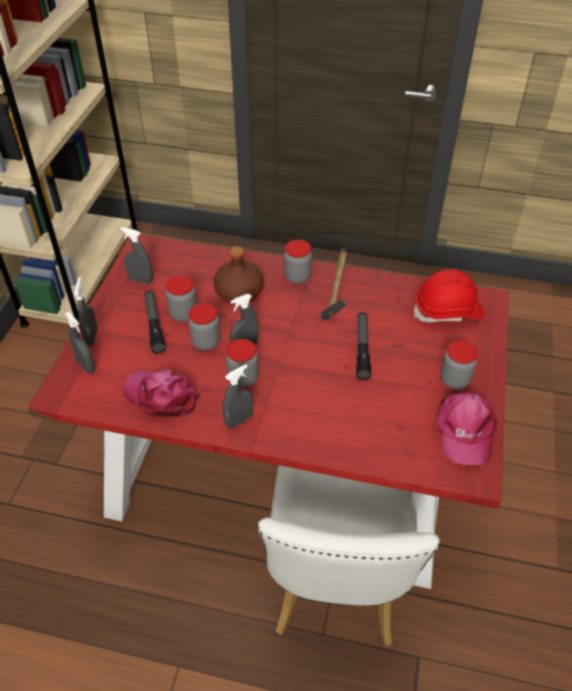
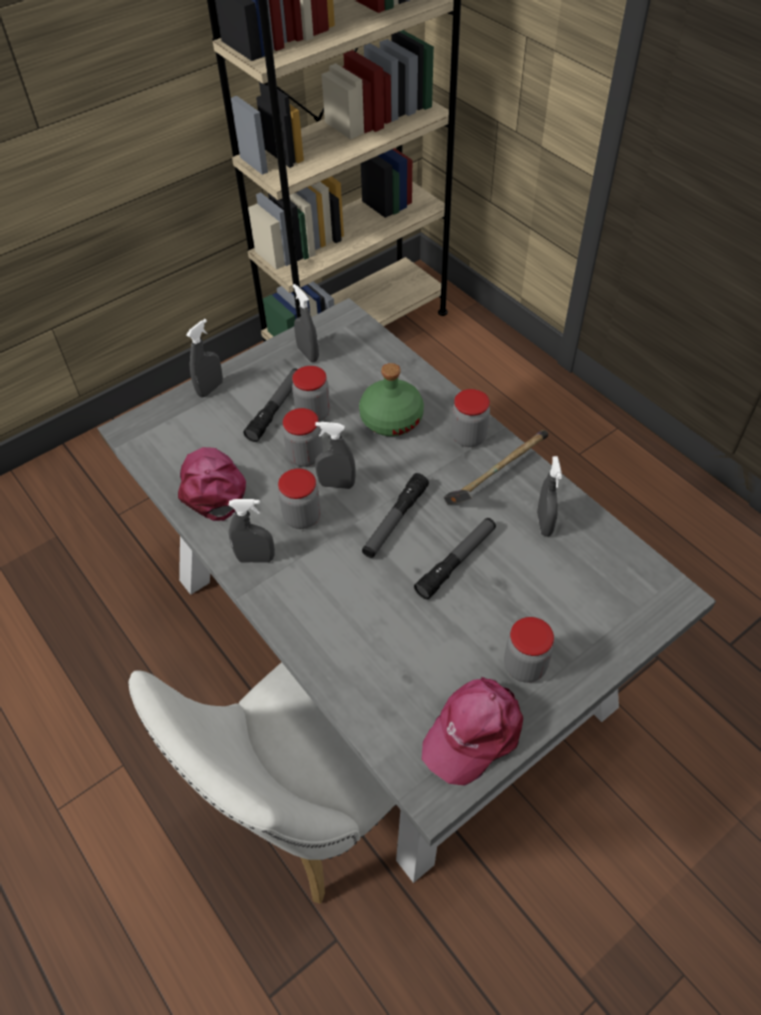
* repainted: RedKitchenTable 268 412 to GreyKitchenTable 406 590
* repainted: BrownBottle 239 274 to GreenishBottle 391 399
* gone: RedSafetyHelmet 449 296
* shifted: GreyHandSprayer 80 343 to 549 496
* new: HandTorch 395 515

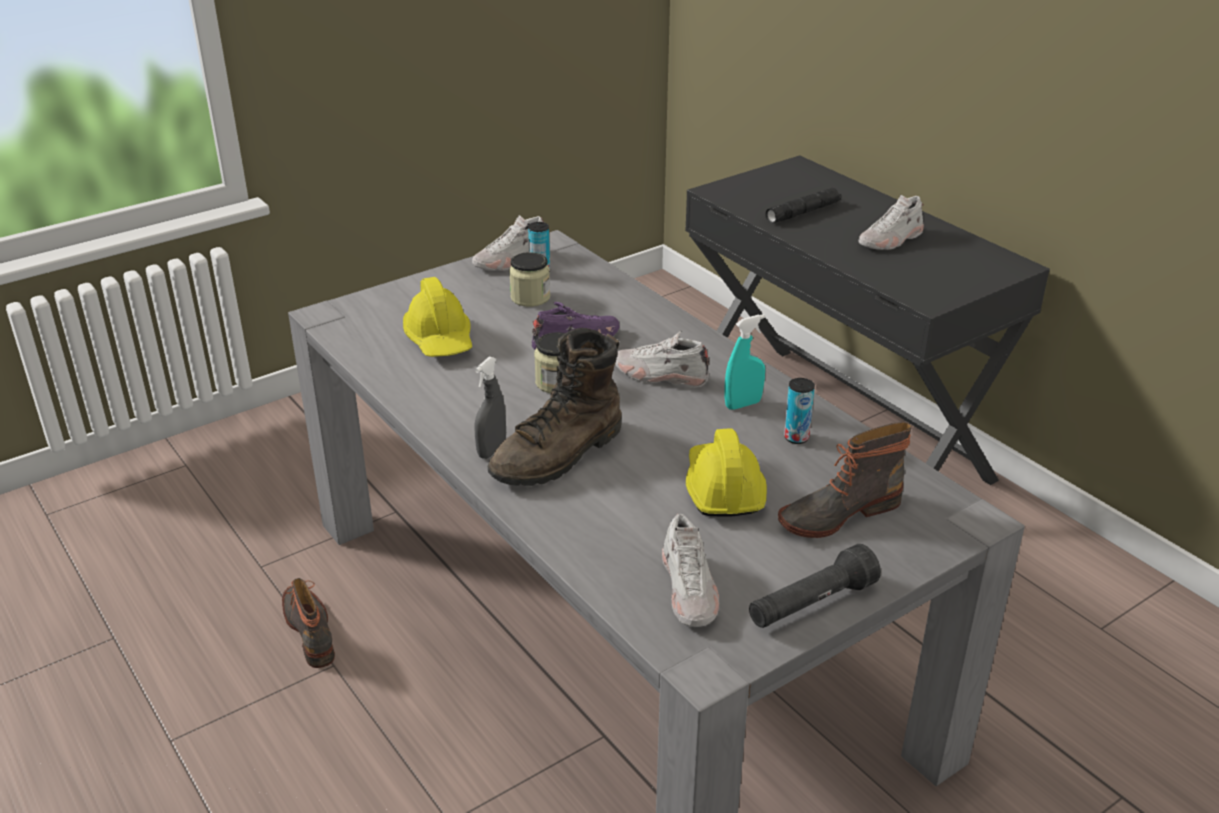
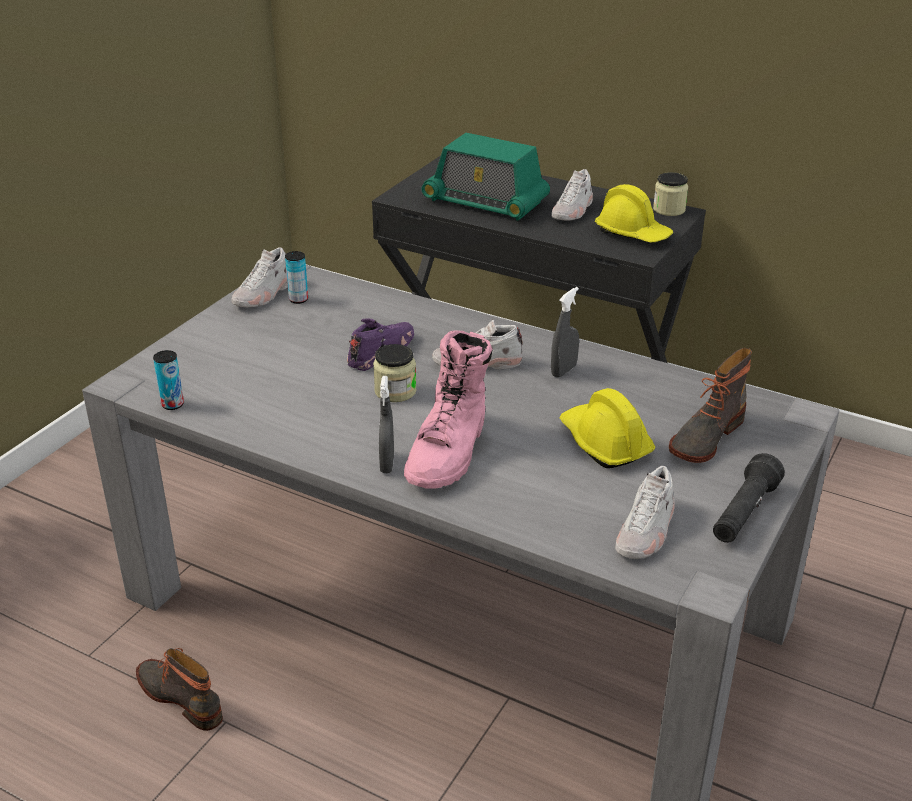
* swapped: BlackishHandTorch 803 206 to RadioReceiver 486 177
* shifted: StorageJar 529 279 to 670 194
* shifted: YellowishSafetyHelmet 437 317 to 634 213
* repainted: BlueGreenHandSprayer 745 362 to GreyHandSprayer 565 332
* repainted: BrownHighTopBoot 554 407 to PinkHighTopBoot 448 409
* shifted: SealedCan 799 411 to 168 380
* rotated: WhiteShoe 690 570 = 645 512 60 degrees clockwise

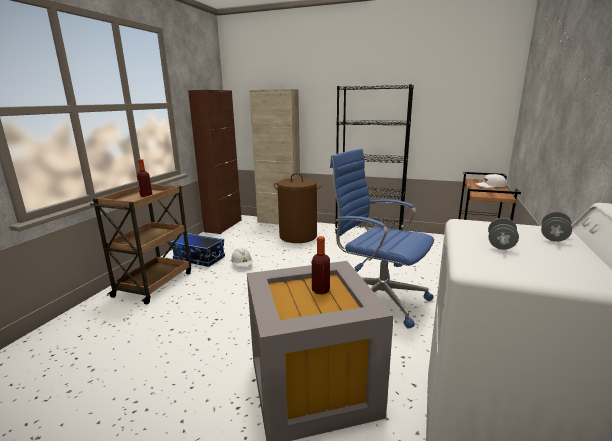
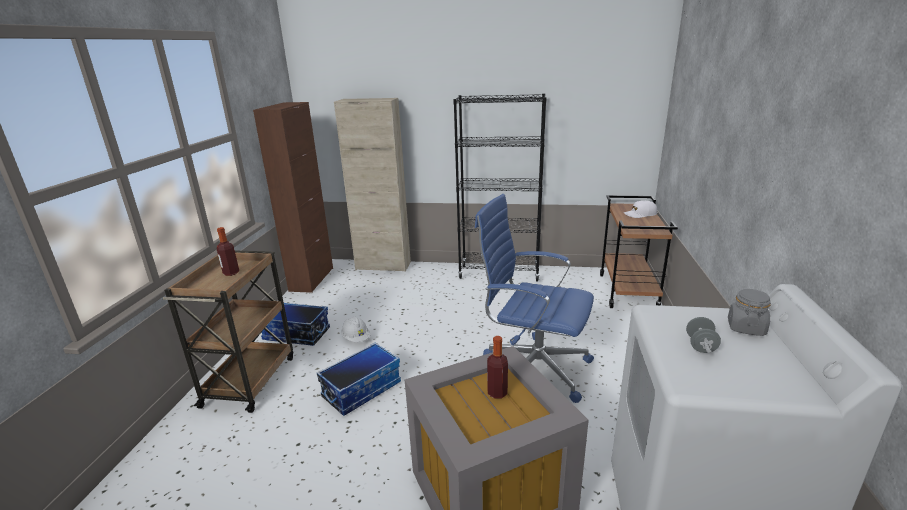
* gone: BrownLaundryBasket 297 208
* swapped: GreyDumbbell 556 227 to GreyStorageJar 749 312
* new: StorageBin 359 379

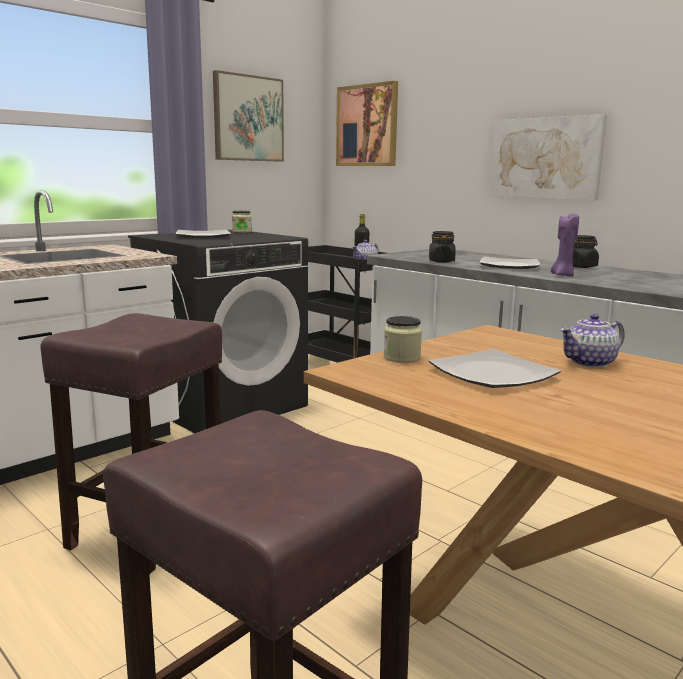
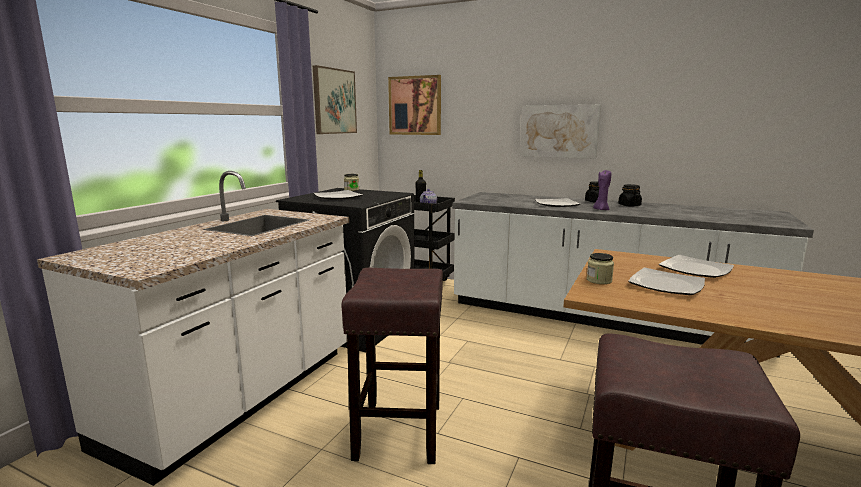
* shifted: BlackishStorageJar 442 247 to 630 195
* swapped: Teapot 592 341 to DinnerPlate 696 266

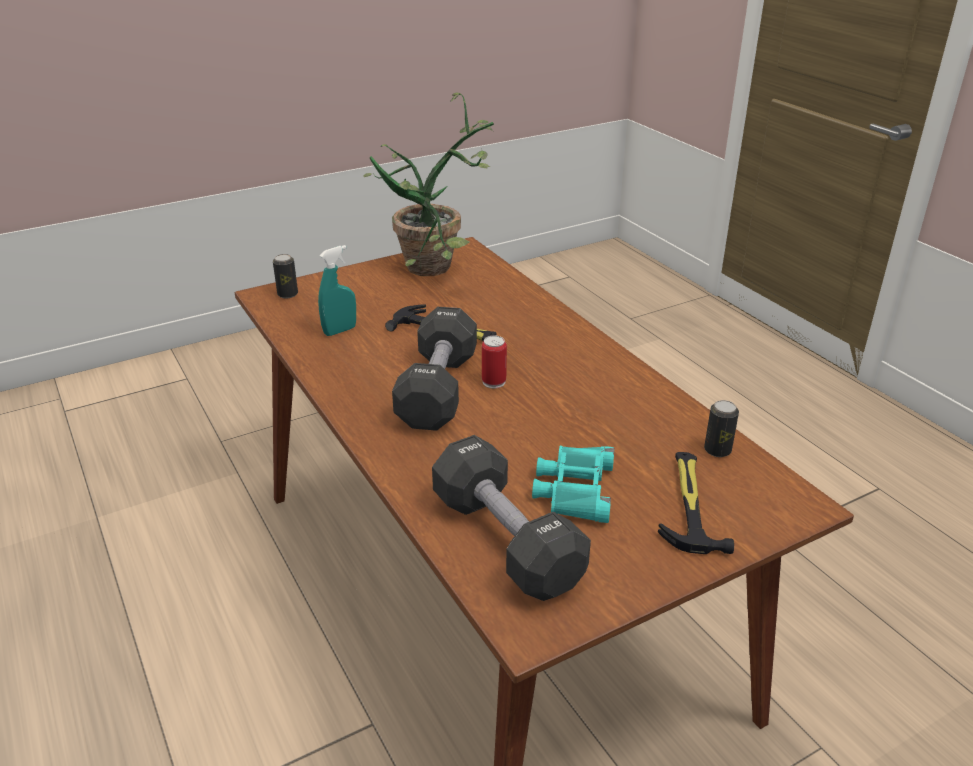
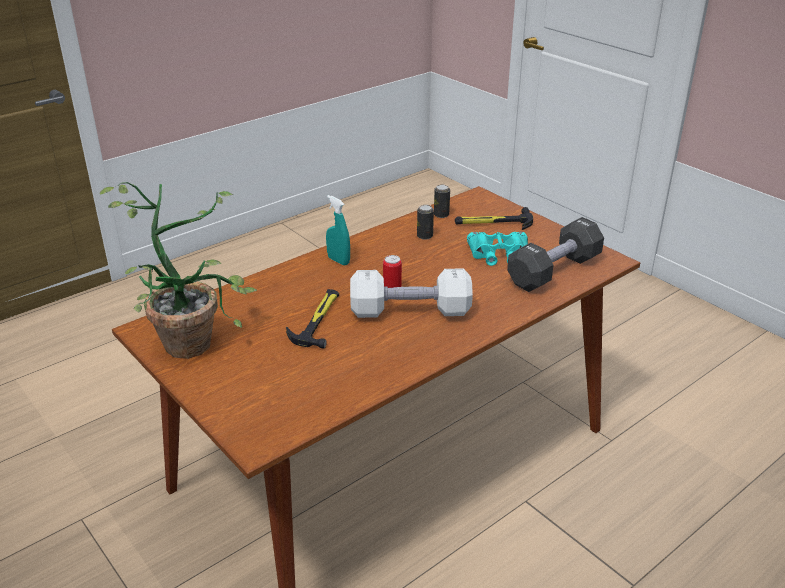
* shifted: BlueGreenHandSprayer 337 290 to 338 230
* shifted: SealedCan 285 276 to 425 222
* repainted: BlackishDumbbell 434 369 to WhiteDumbbell 411 293

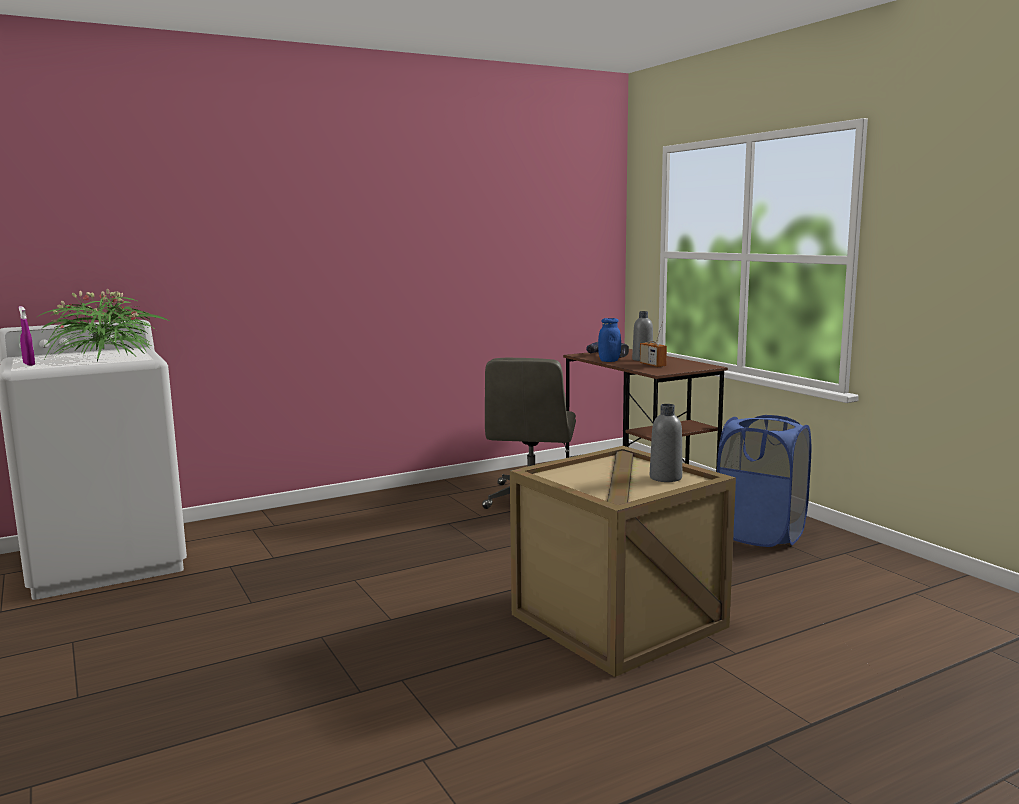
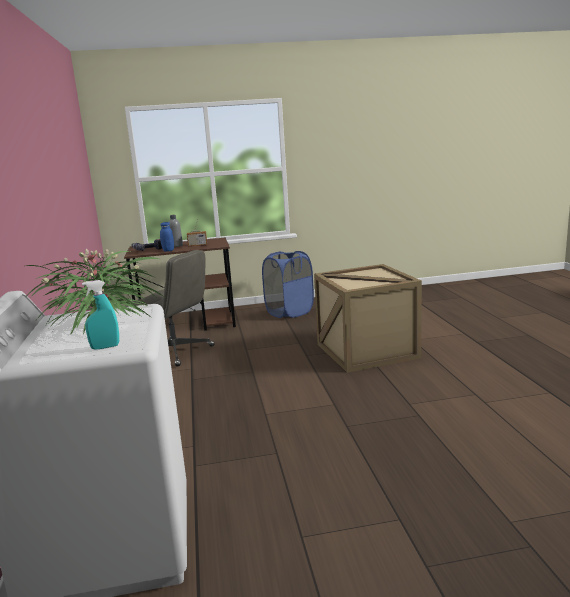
* repainted: PurpleColouredHandSprayer 26 336 to BlueGreenHandSprayer 100 315
* gone: GreyBottle 666 443

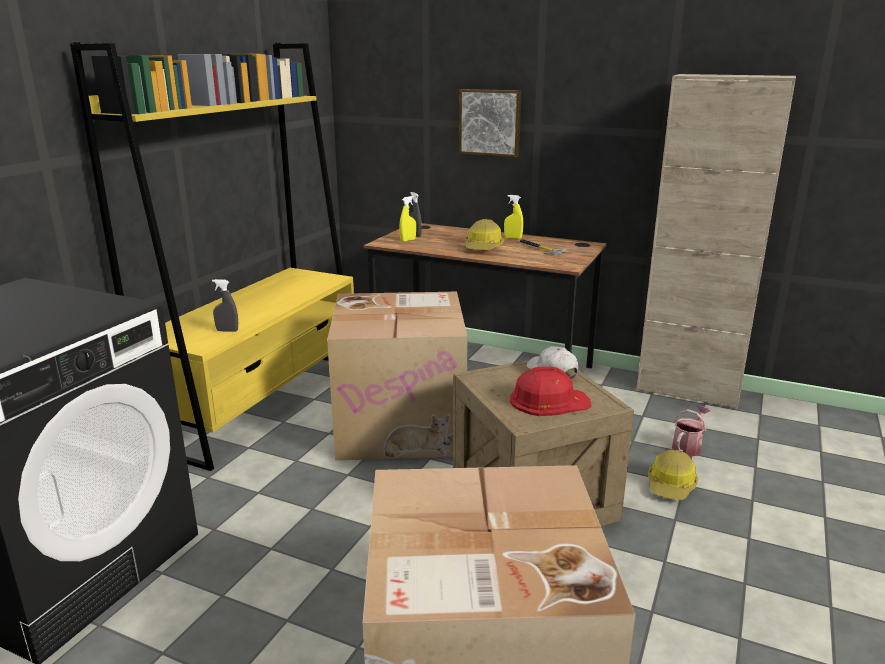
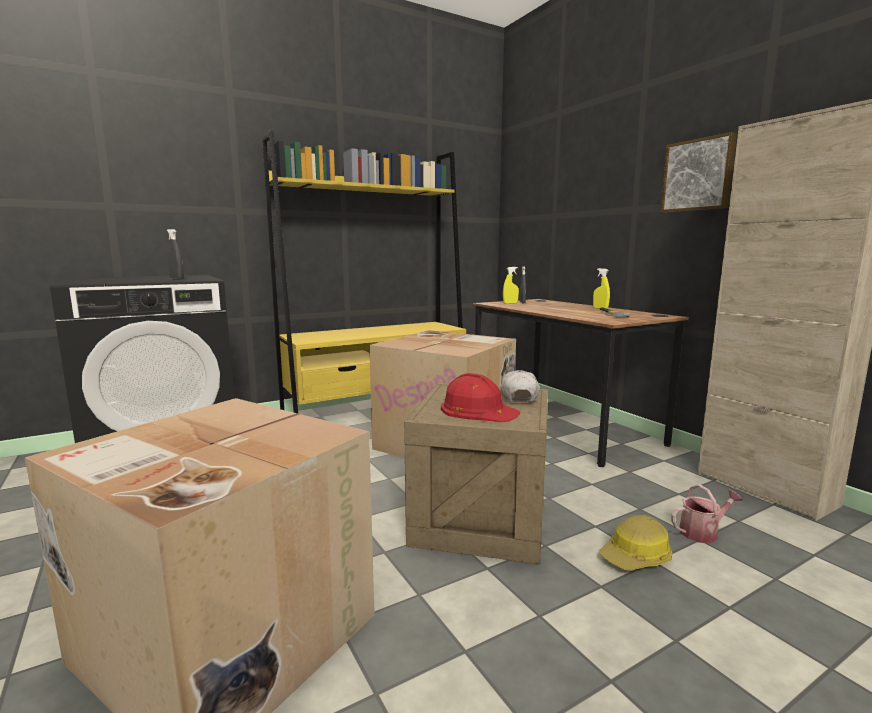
* shifted: WallArt 490 123 to 699 172
* gone: SafetyHelmet 484 234
* shifted: GreyHandSprayer 225 305 to 175 254

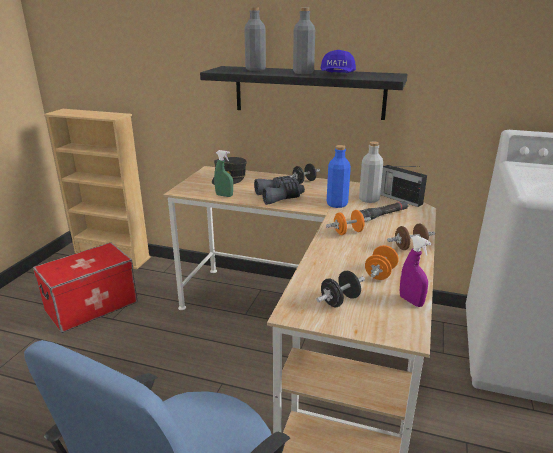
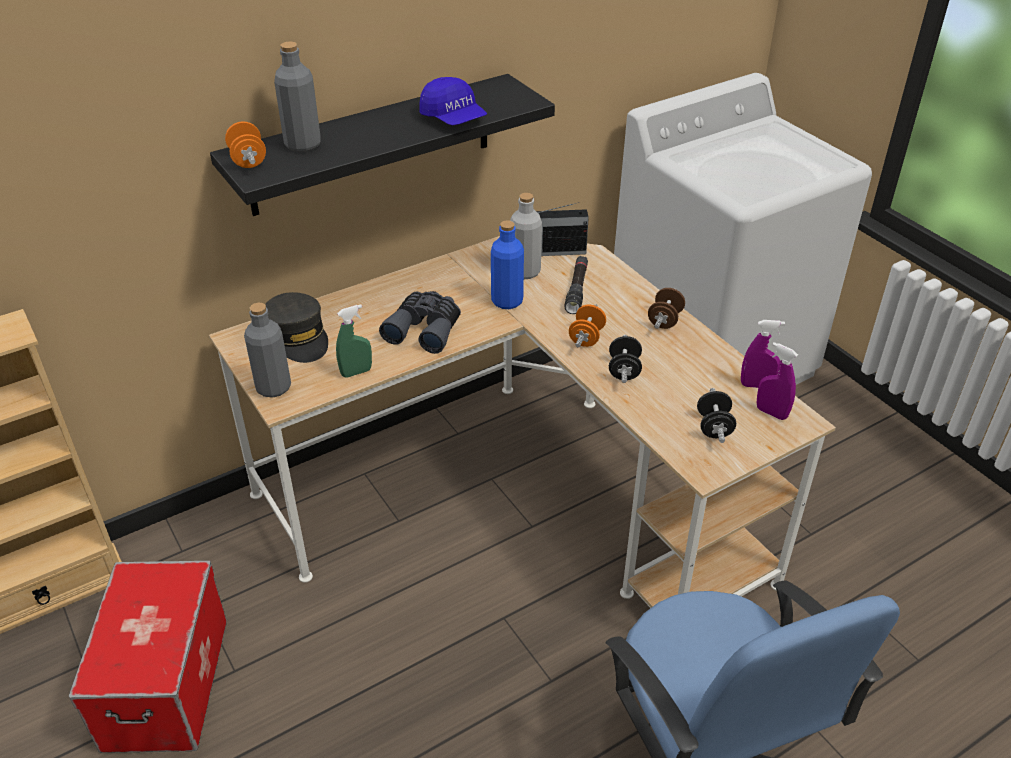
* shifted: GreyBottle 304 41 to 267 350
* shifted: BlackishDumbbell 305 174 to 625 359
* shifted: OrangeDumbbell 382 262 to 245 144
* new: PurpleColouredHandSprayer 777 381

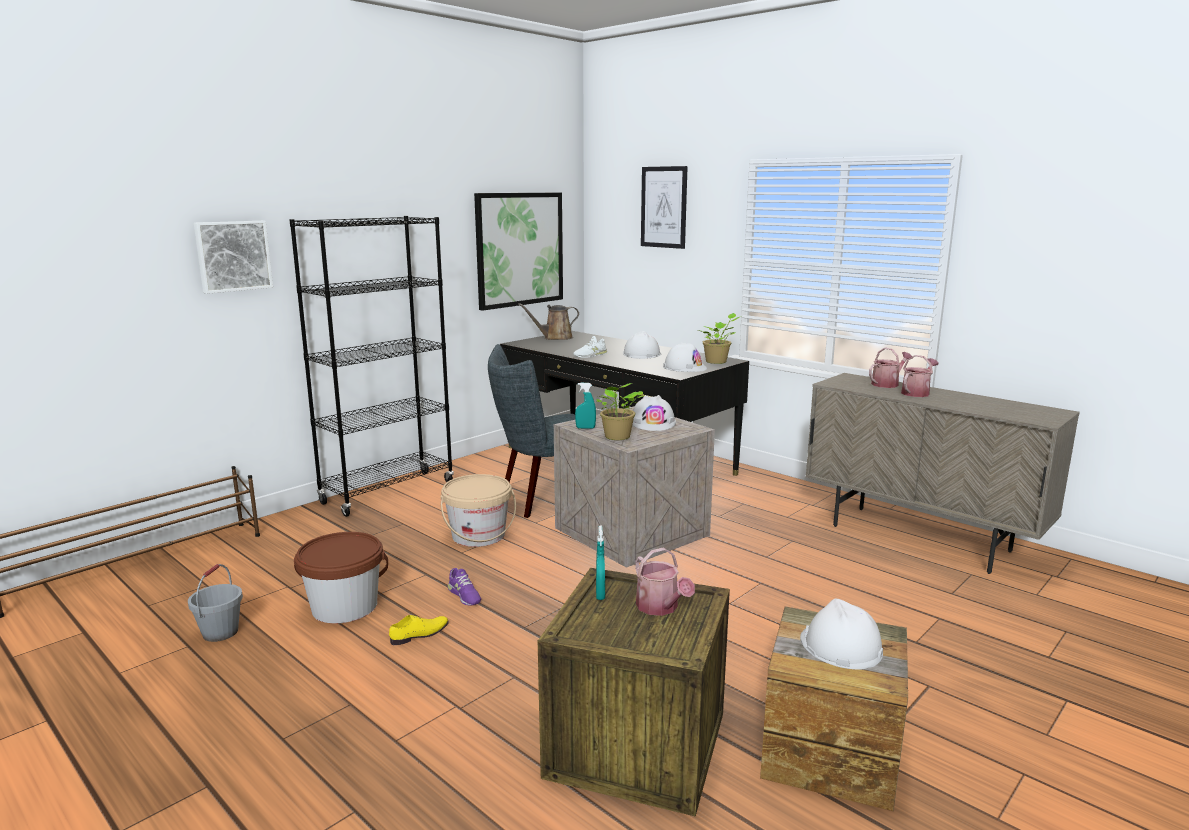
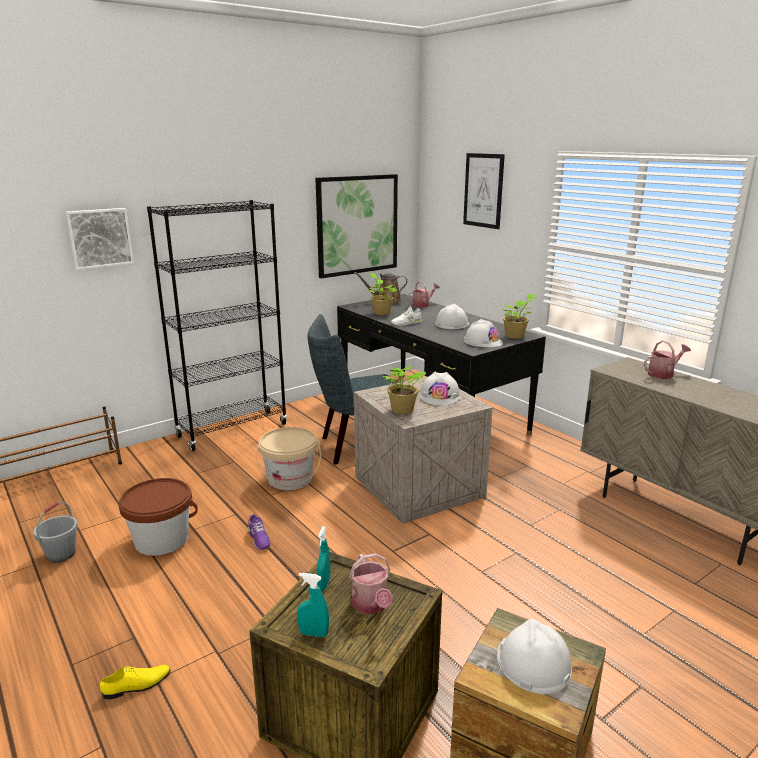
* shifted: WateringPot 920 376 to 423 294
* shifted: BlueGreenHandSprayer 585 406 to 313 605
* shifted: YellowishShoe 419 630 to 135 682
* new: PottedPlant 383 294

